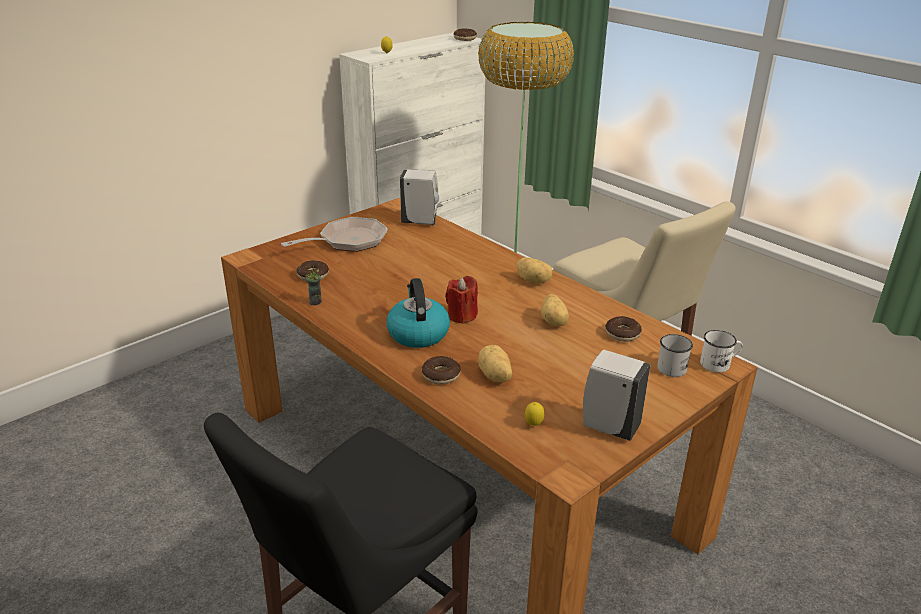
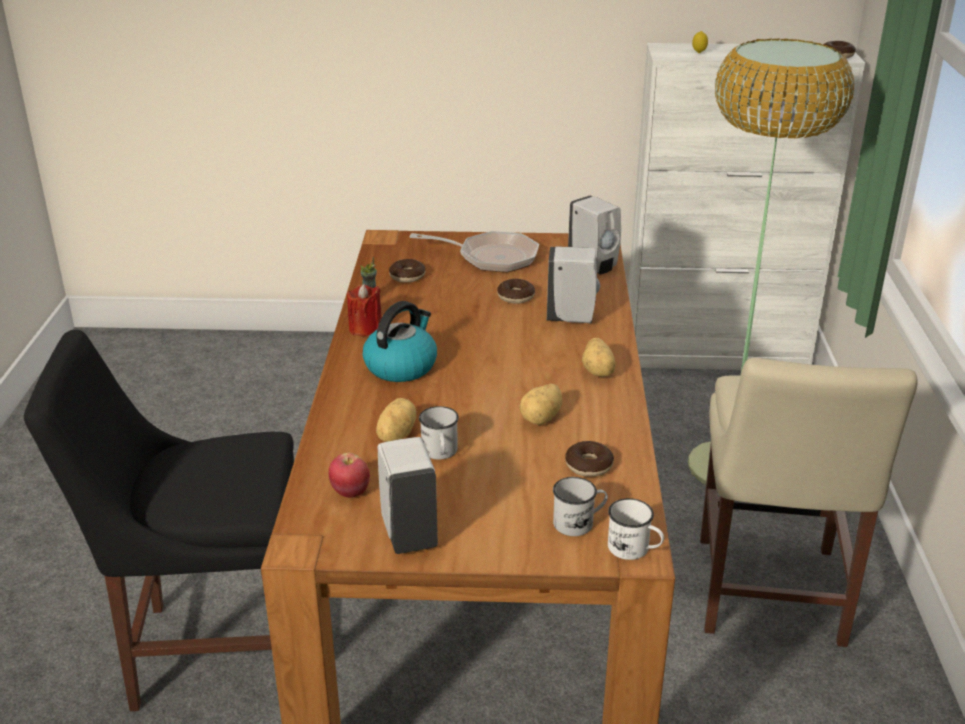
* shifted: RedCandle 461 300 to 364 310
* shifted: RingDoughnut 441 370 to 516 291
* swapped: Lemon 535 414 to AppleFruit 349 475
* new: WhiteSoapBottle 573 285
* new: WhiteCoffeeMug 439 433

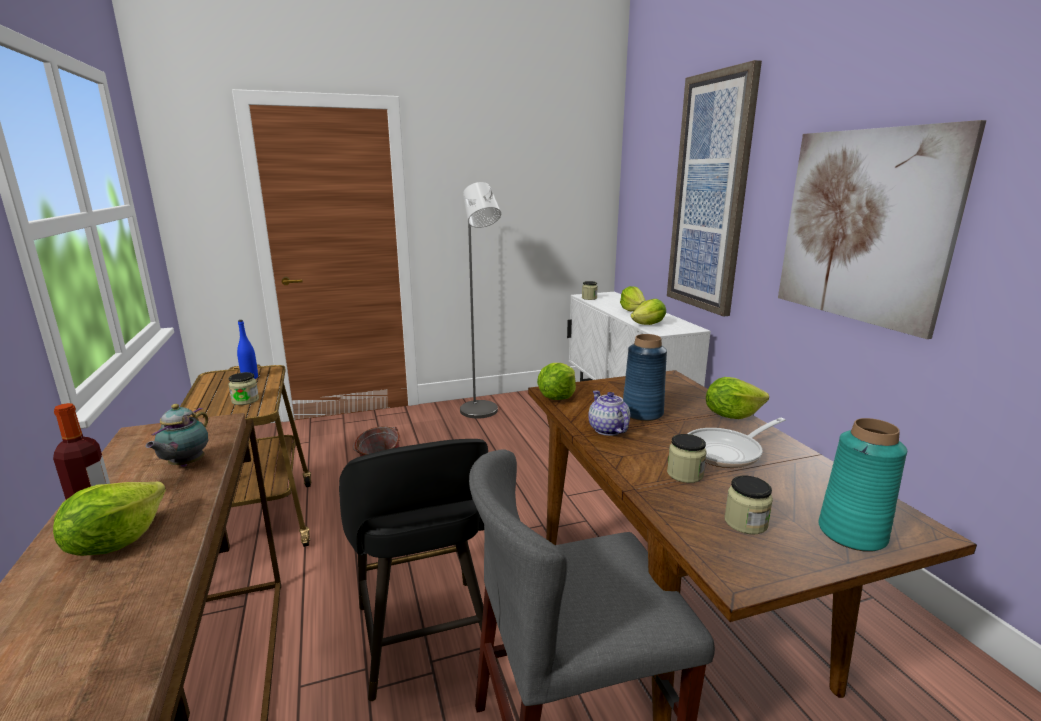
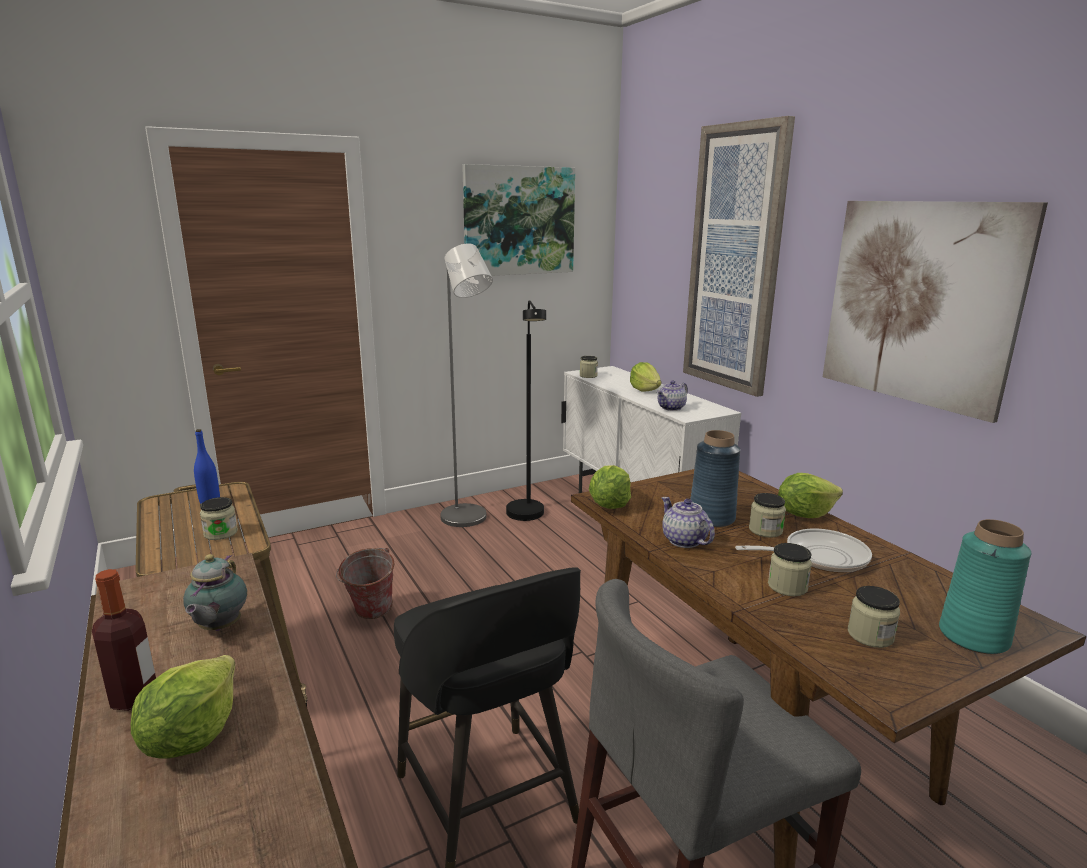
* swapped: Lettuce 648 312 to Teapot 672 396
* rotated: Pan 736 443 = 803 550 150 degrees counterclockwise
* new: WallArt 518 220
* new: BlackishStandardLamp 526 410
* new: StorageJar 767 515

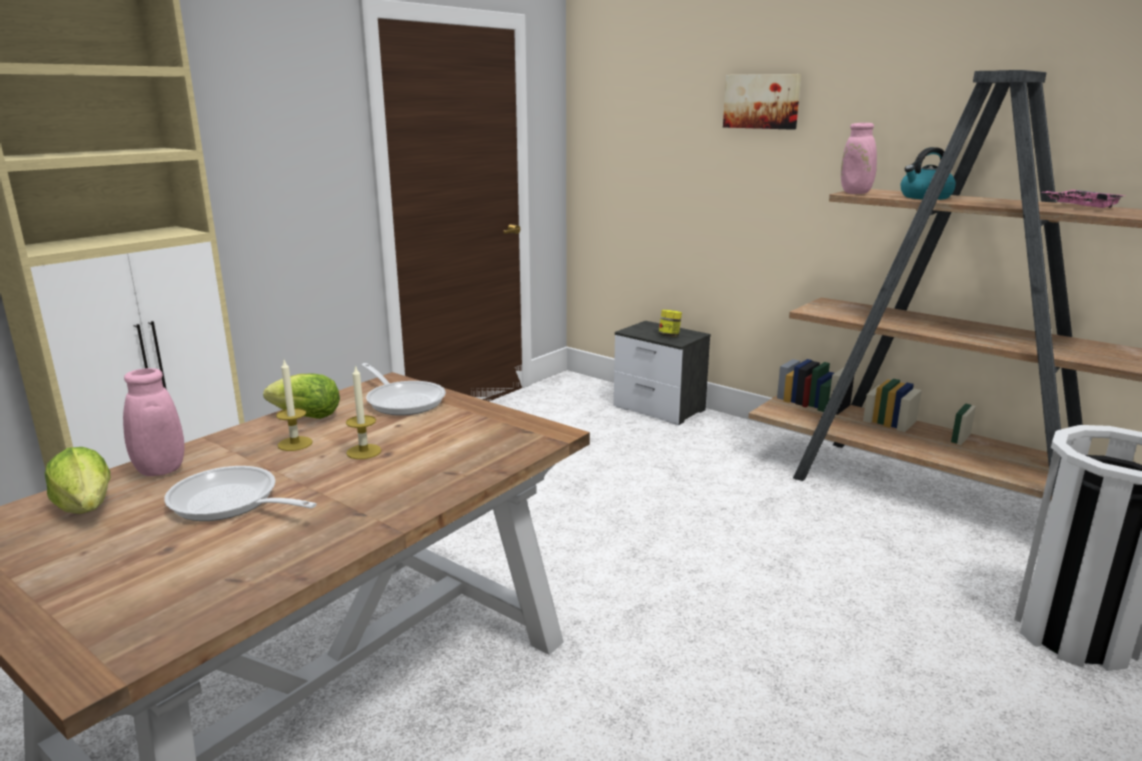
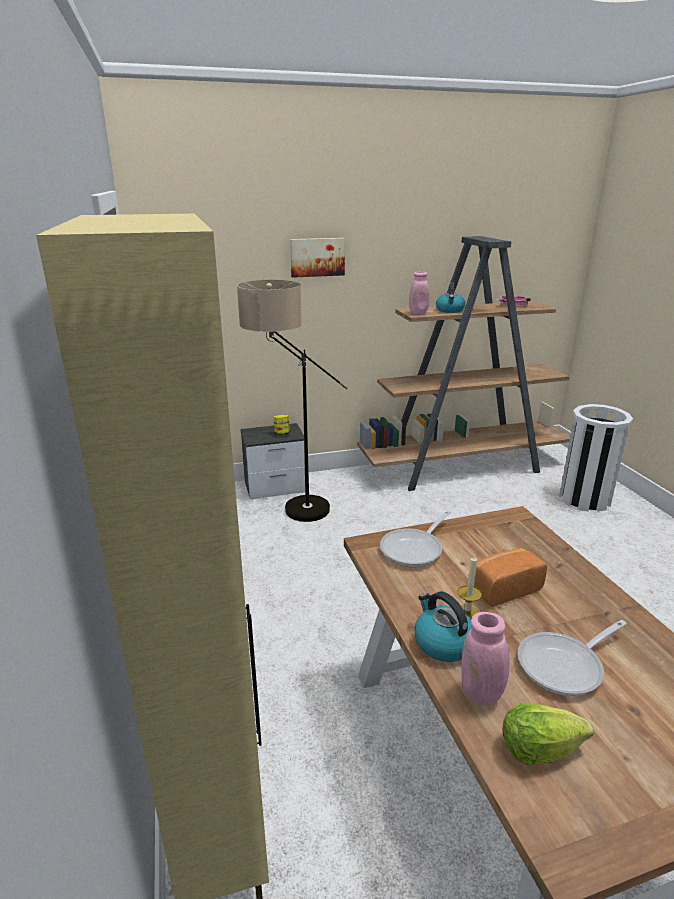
* rotated: Pan 404 389 = 415 538 135 degrees clockwise
* swapped: Candle 364 412 to Bread 510 577
* gone: Lettuce 301 396
* new: StandardLamp 292 401
* new: TeaKettle 443 626

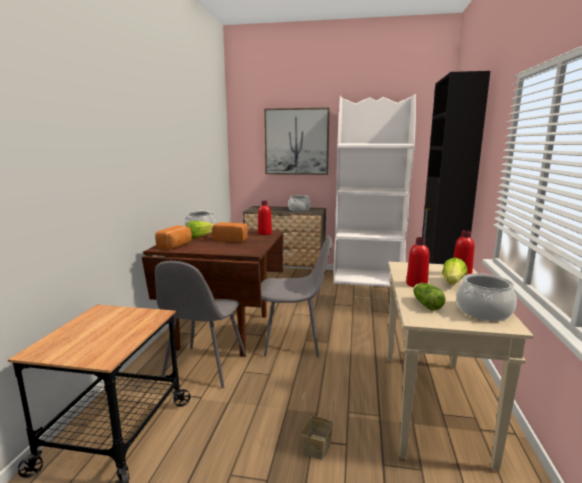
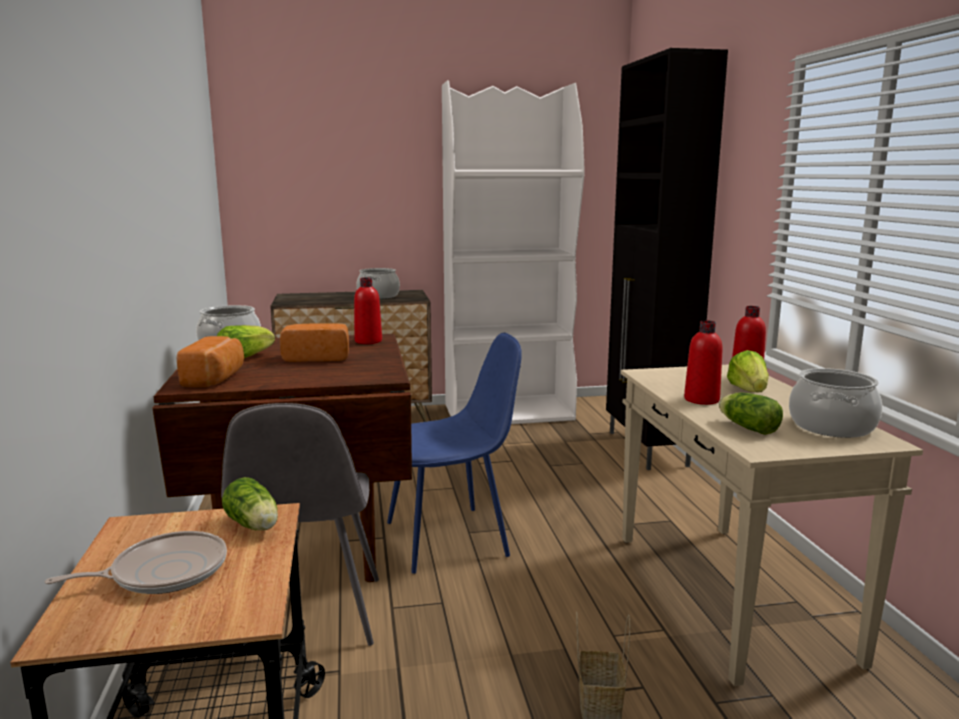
* gone: WallArt 297 141
* repainted: GreyChair 296 296 to BluishChair 454 453
* new: Lettuce 250 504
* new: Pan 135 562

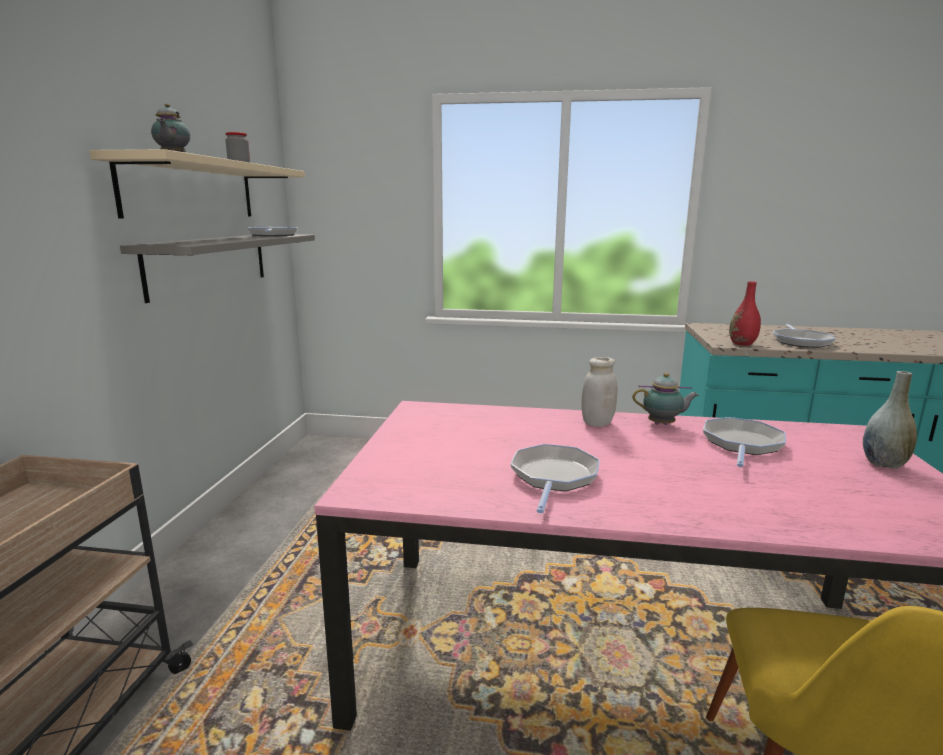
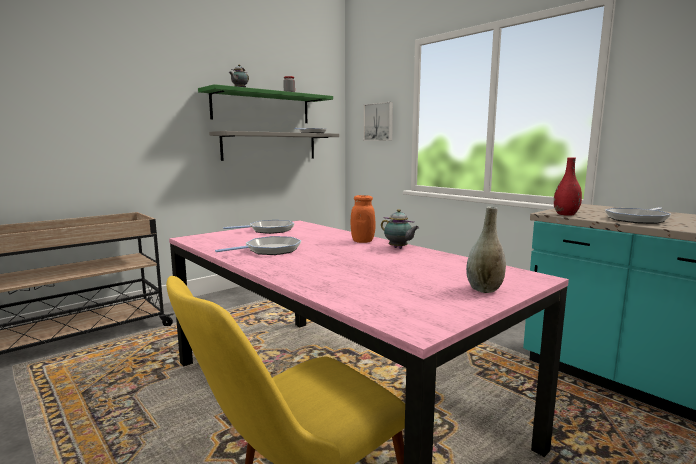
* repainted: BeigeShelf 197 184 to GreenishShelf 265 103
* repainted: WhiteStorageJar 599 392 to OrangeStorageJar 363 219
* shifted: Pan 744 442 to 258 227
* new: WallArt 378 121

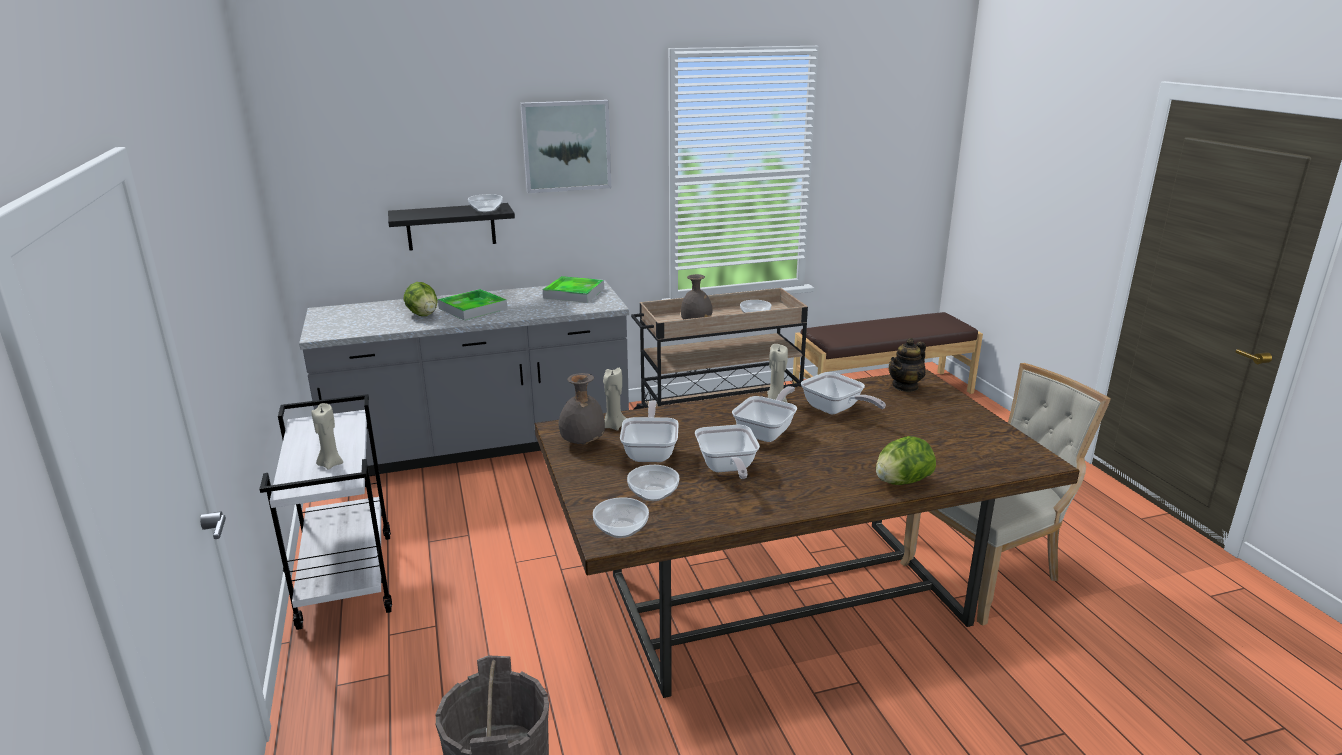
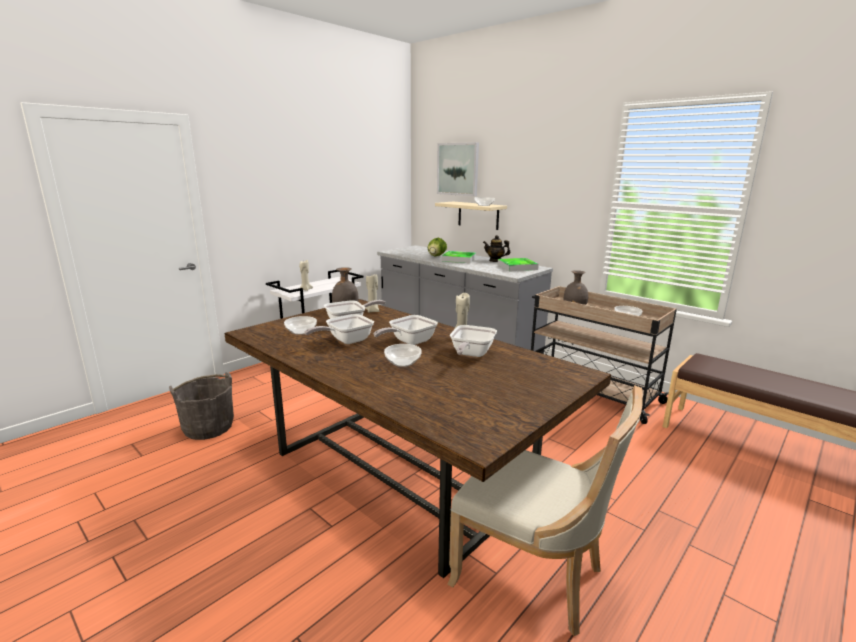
* shifted: WallArt 565 146 to 458 169
* repainted: BlackishShelf 451 227 to BeigeShelf 471 216
* shifted: Teapot 907 365 to 497 248
* rotated: Pan 764 414 = 406 330 135 degrees clockwise
* gone: Lettuce 906 460
* shifted: ServingBowl 621 517 to 403 355

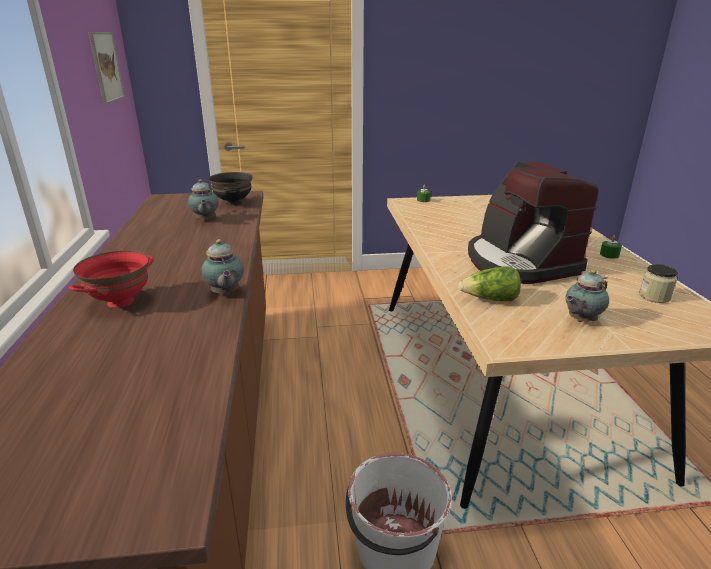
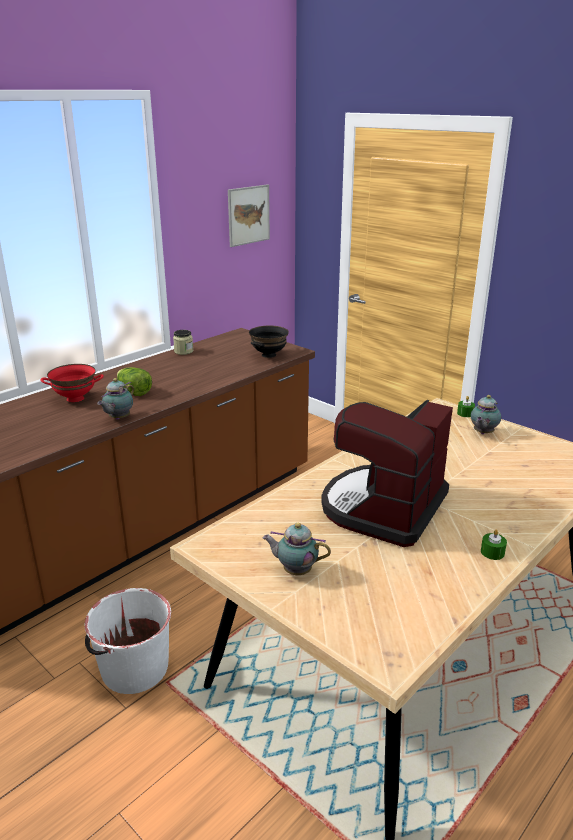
* shifted: Teapot 203 200 to 486 414
* shifted: StorageJar 658 283 to 183 342
* shifted: Lettuce 489 283 to 134 381

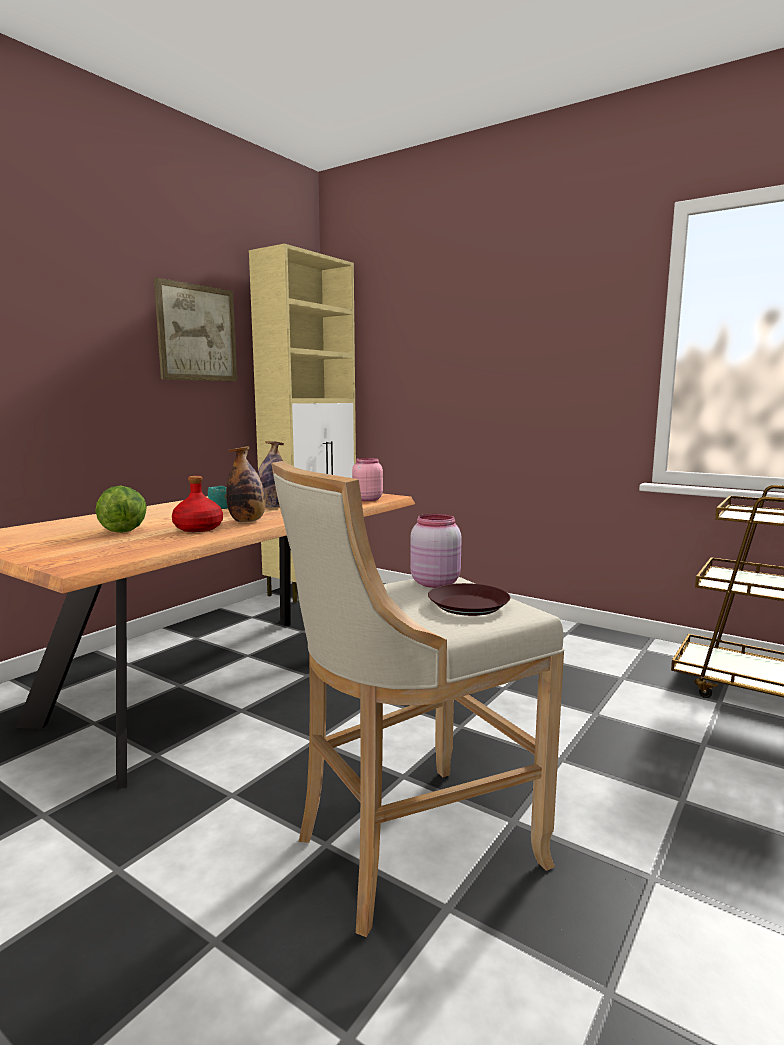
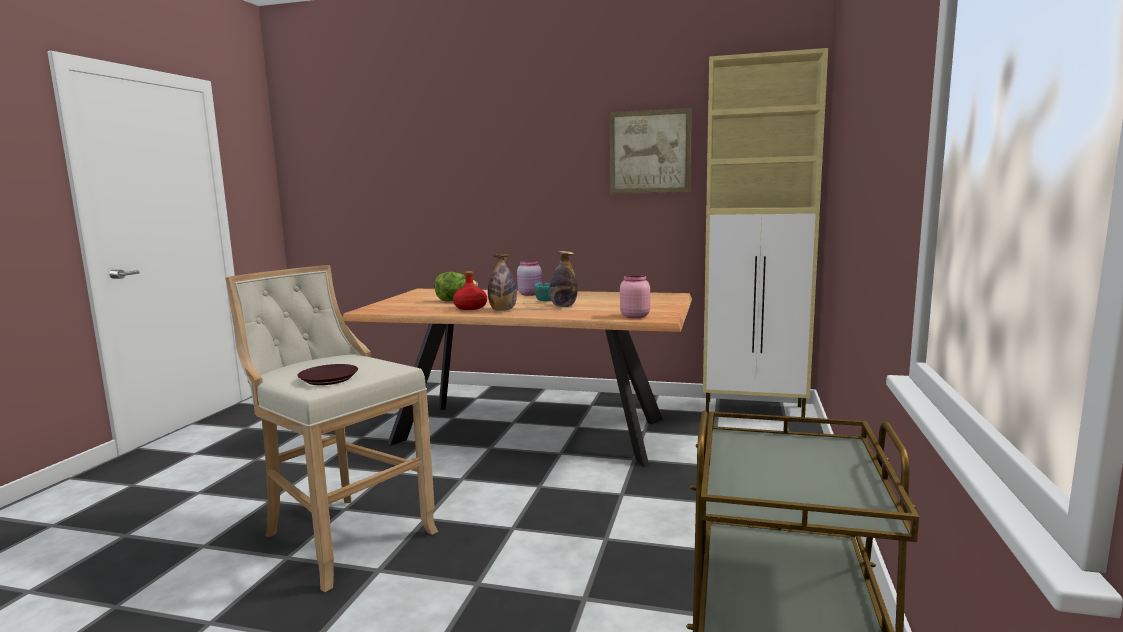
* shifted: PinkStorageJar 436 551 to 529 278

